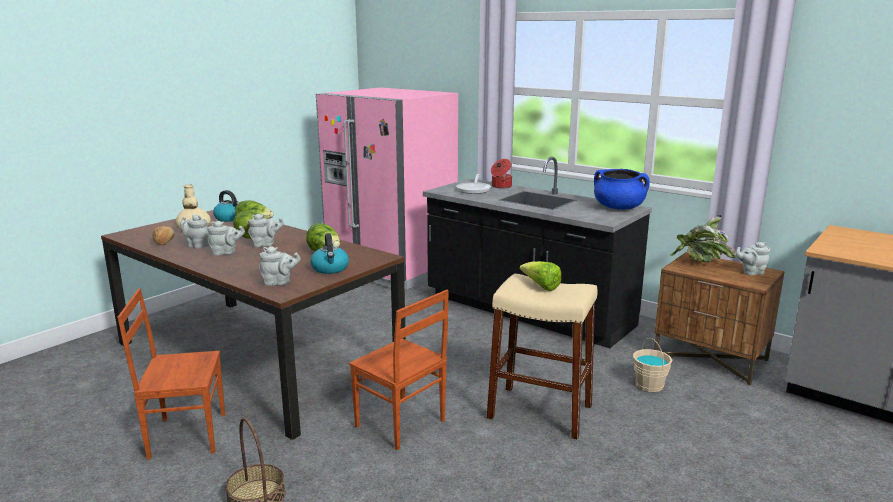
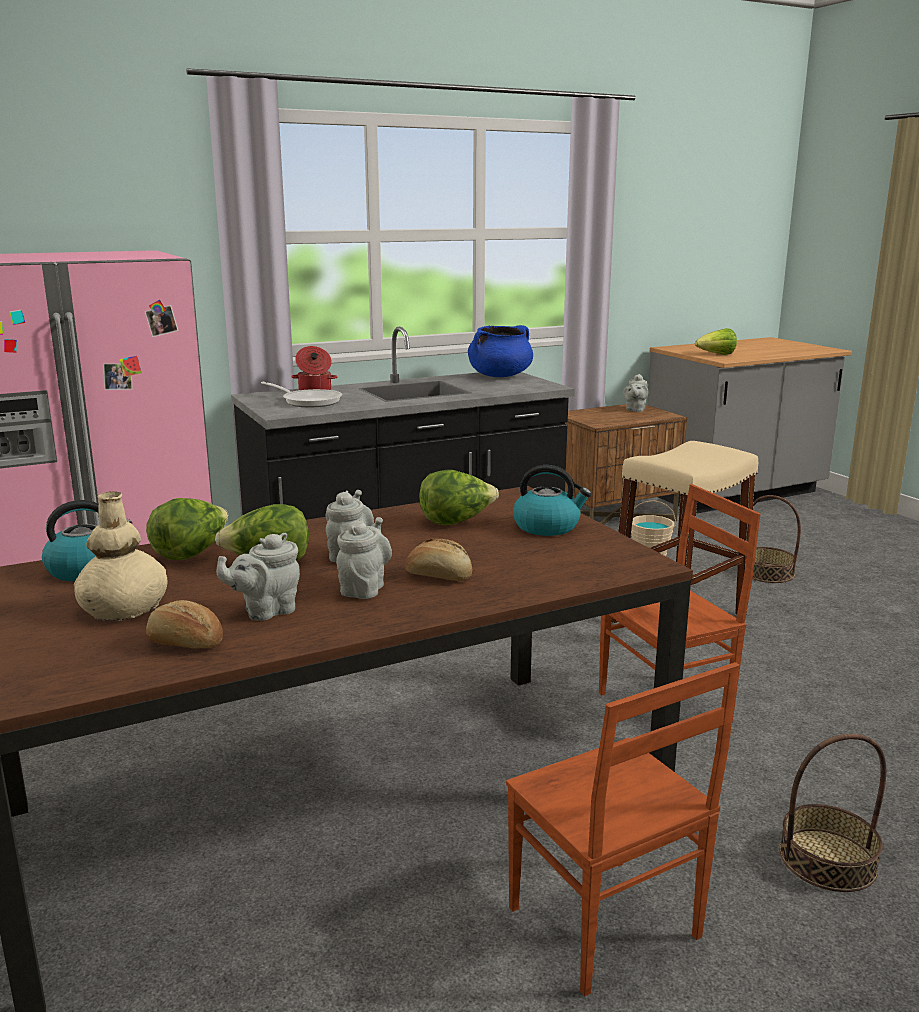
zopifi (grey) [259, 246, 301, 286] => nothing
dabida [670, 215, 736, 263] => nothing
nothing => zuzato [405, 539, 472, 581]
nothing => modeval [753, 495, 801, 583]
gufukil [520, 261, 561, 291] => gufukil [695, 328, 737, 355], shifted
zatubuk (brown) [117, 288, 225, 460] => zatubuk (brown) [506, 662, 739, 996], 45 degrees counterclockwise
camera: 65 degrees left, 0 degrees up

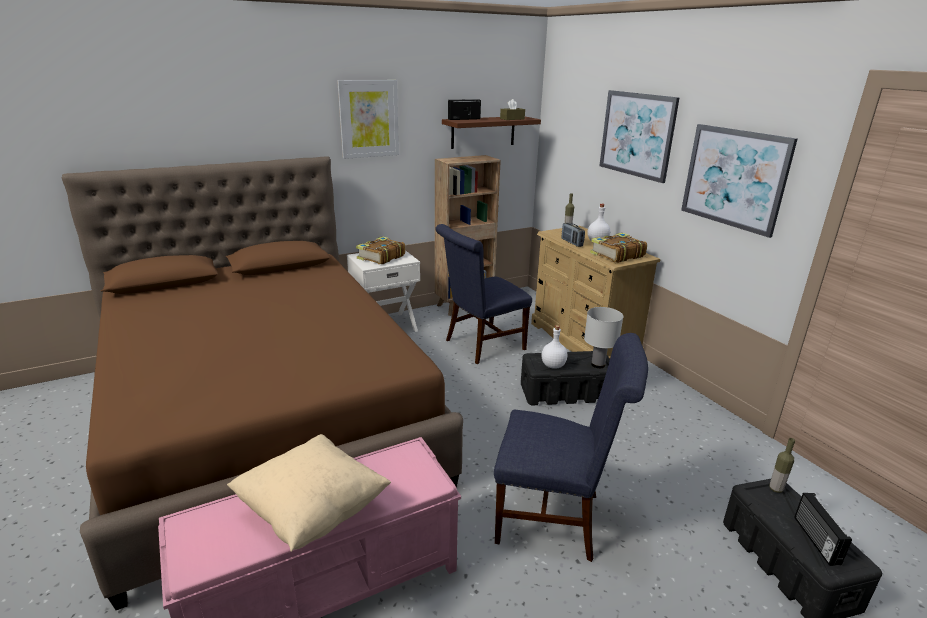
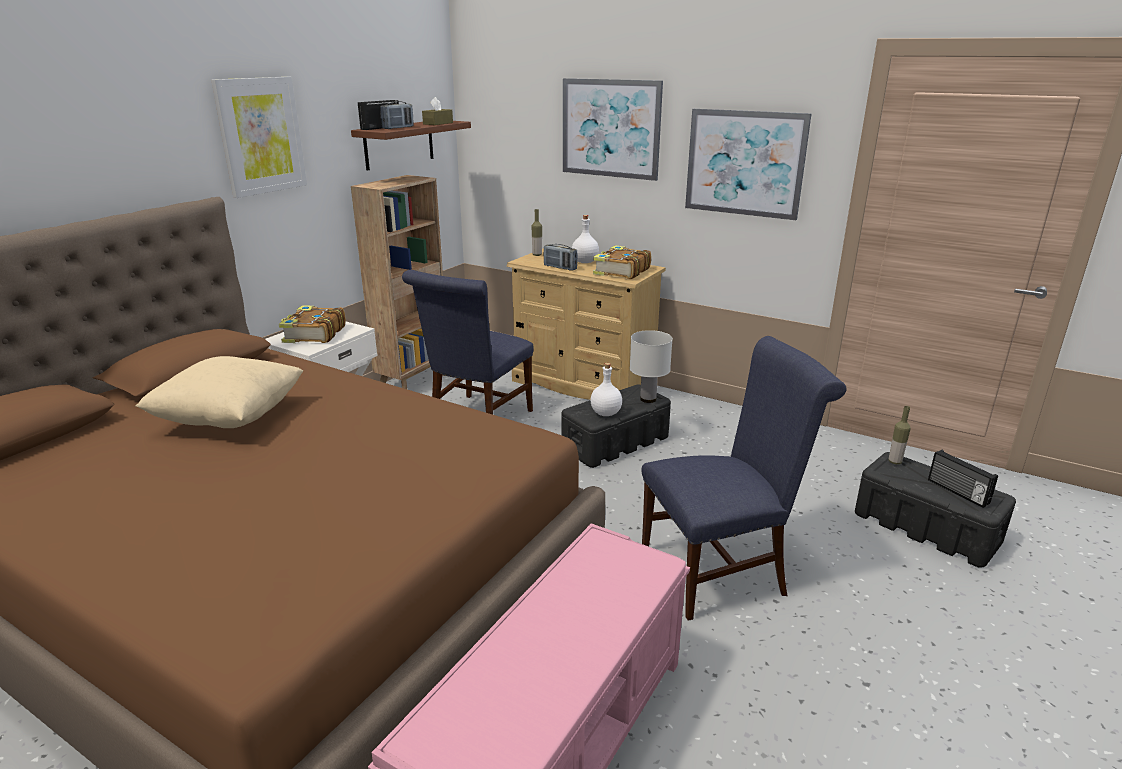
nothing => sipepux [380, 101, 414, 129]
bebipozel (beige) [227, 434, 391, 552] => bebipozel (beige) [135, 356, 304, 428], shifted
camera: 30 degrees left, 0 degrees up

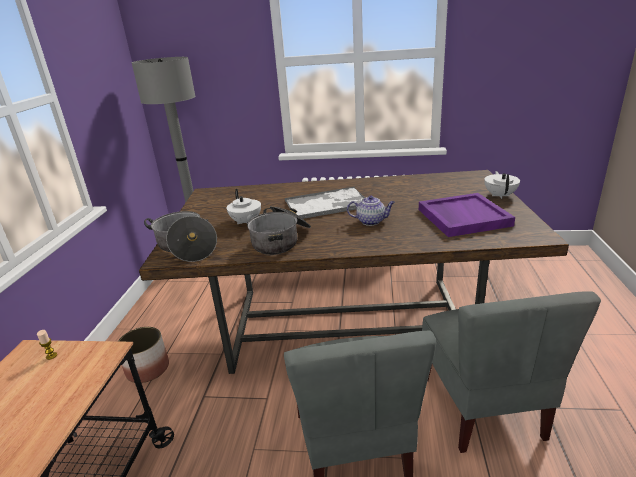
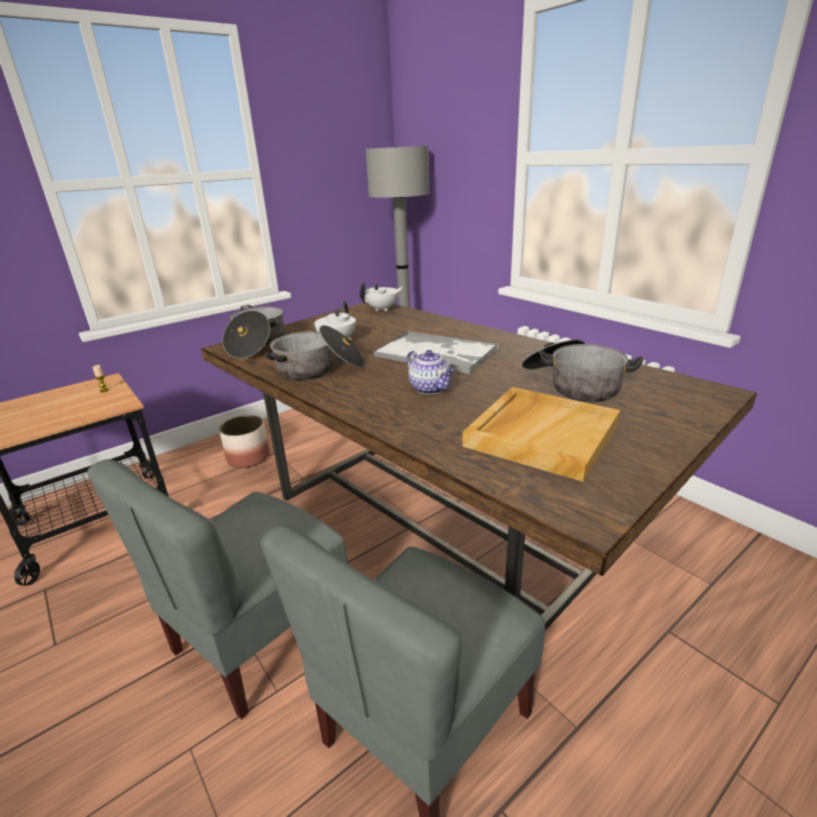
nothing => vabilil [522, 339, 644, 402]
zopifi (white) [484, 171, 520, 199] => zopifi (white) [360, 282, 403, 311], shifted
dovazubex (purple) [419, 193, 515, 237] => dovazubex (beige) [462, 387, 620, 482]
camera: 45 degrees right, 0 degrees up

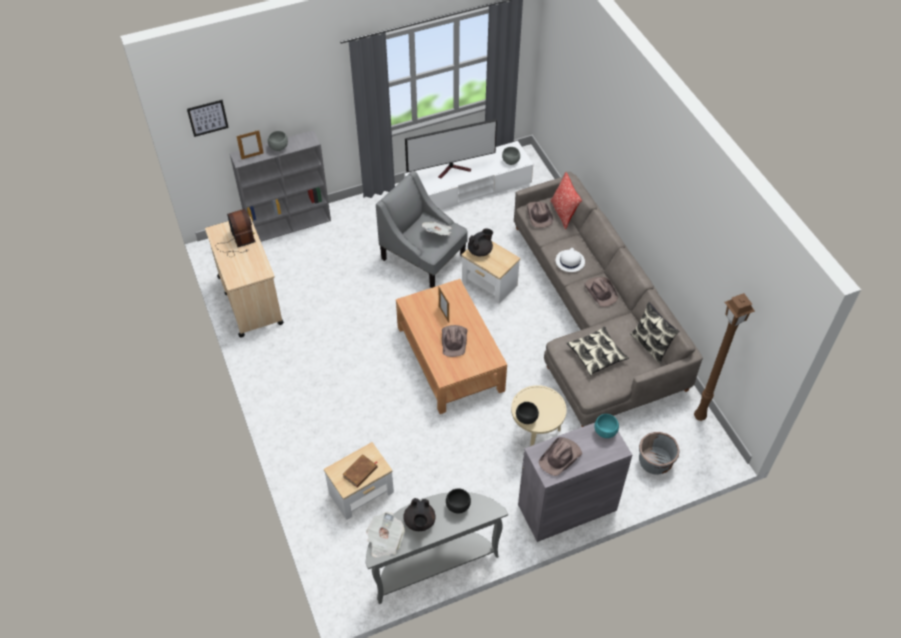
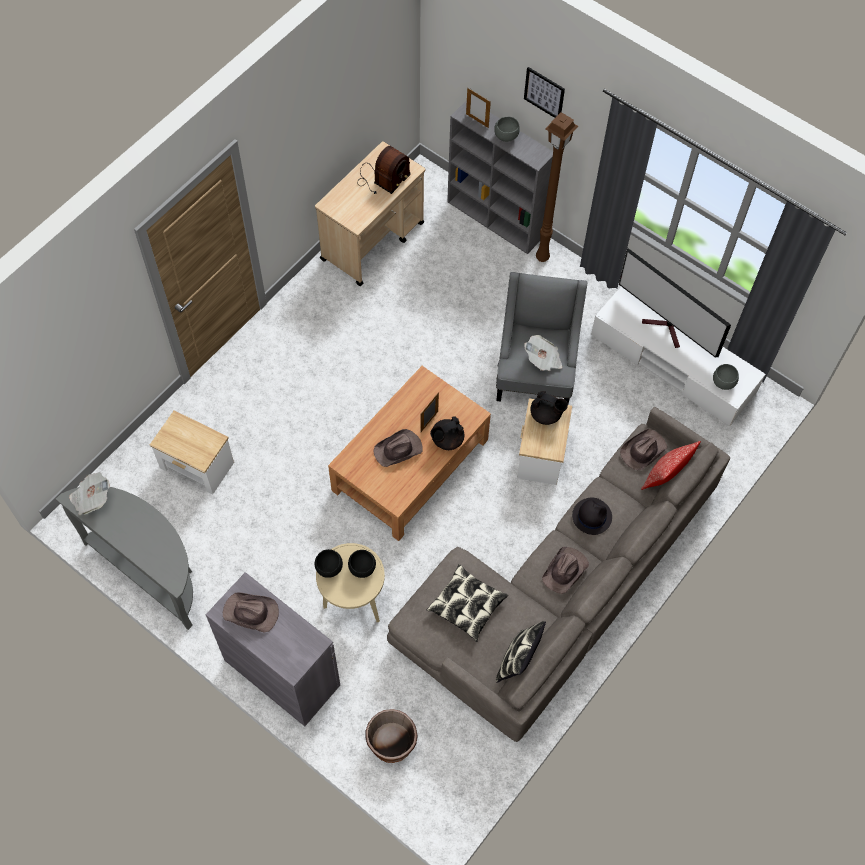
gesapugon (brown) [343, 454, 377, 488] => nothing
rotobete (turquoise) [594, 414, 619, 438] => nothing
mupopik [187, 100, 229, 137] => mupopik [524, 67, 565, 118], shifted
zopifi (black) [403, 498, 435, 531] => zopifi (black) [430, 416, 464, 450], shifted
rotobete (black) [446, 488, 471, 514] => rotobete (black) [348, 550, 376, 578], shifted
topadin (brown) [694, 293, 755, 421] => topadin (brown) [536, 112, 578, 262], shifted
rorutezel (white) [556, 248, 585, 272] => rorutezel (black) [572, 497, 612, 535]
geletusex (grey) [639, 432, 680, 475] => geletusex (brown) [366, 709, 418, 763]
camera: 60 degrees right, 10 degrees up

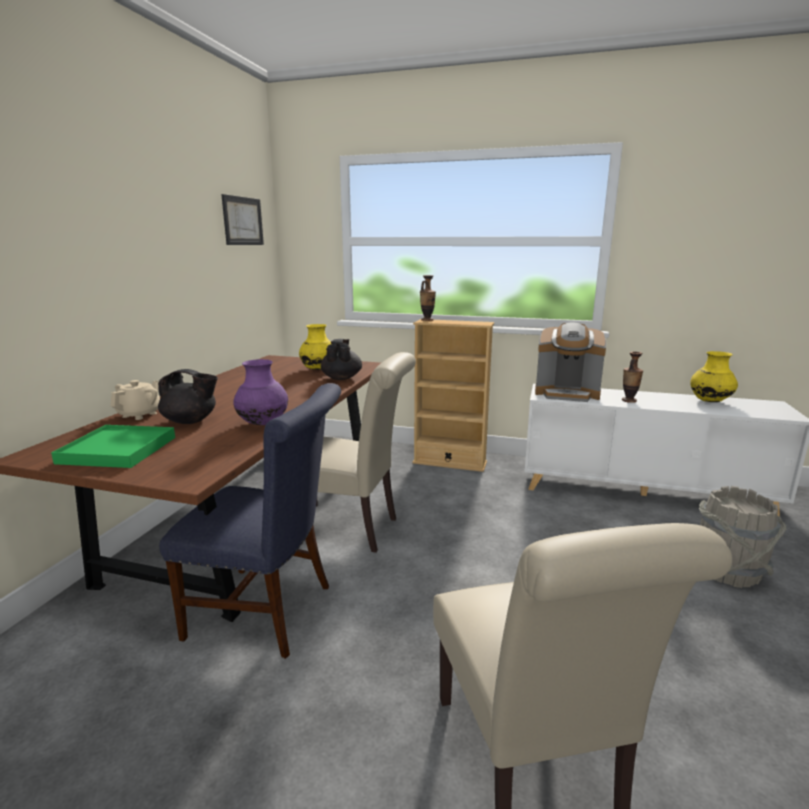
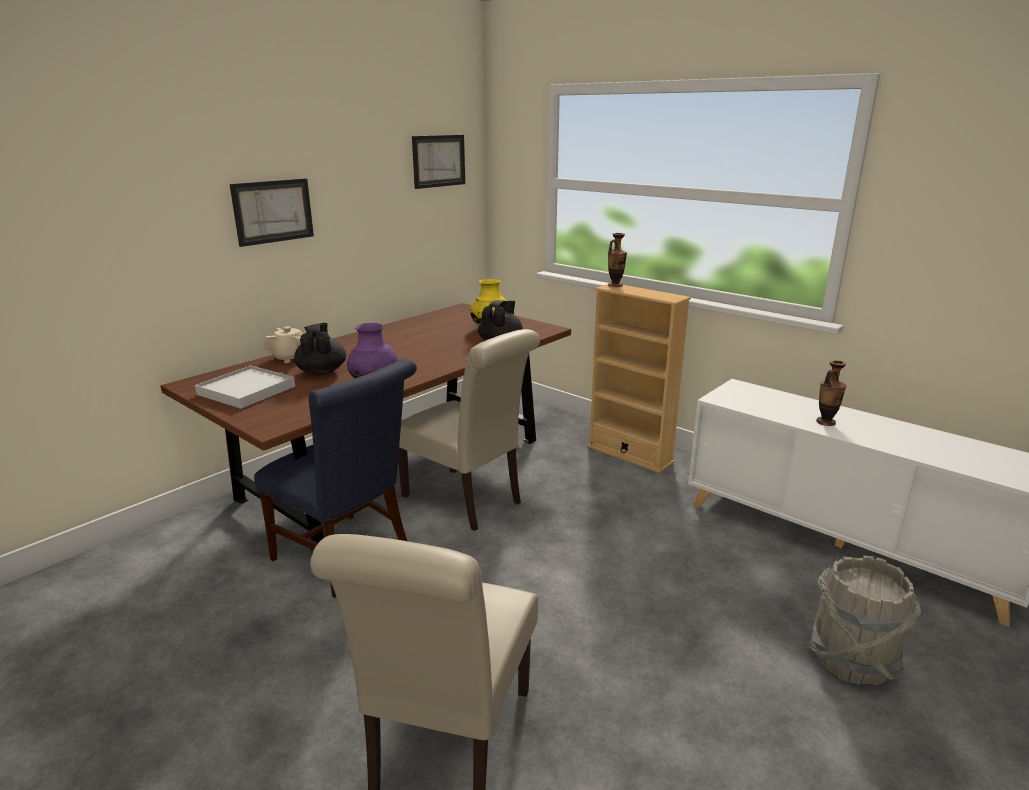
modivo [535, 323, 606, 402] => nothing
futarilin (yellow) [690, 351, 738, 402] => nothing
nothing => mupopik [230, 178, 314, 247]
dovazubex (green) [51, 425, 175, 468] => dovazubex (white) [195, 366, 295, 409]
zopifi (black) [158, 369, 218, 424] => zopifi (black) [294, 323, 346, 375], 135 degrees counterclockwise
camera: 25 degrees right, 5 degrees up

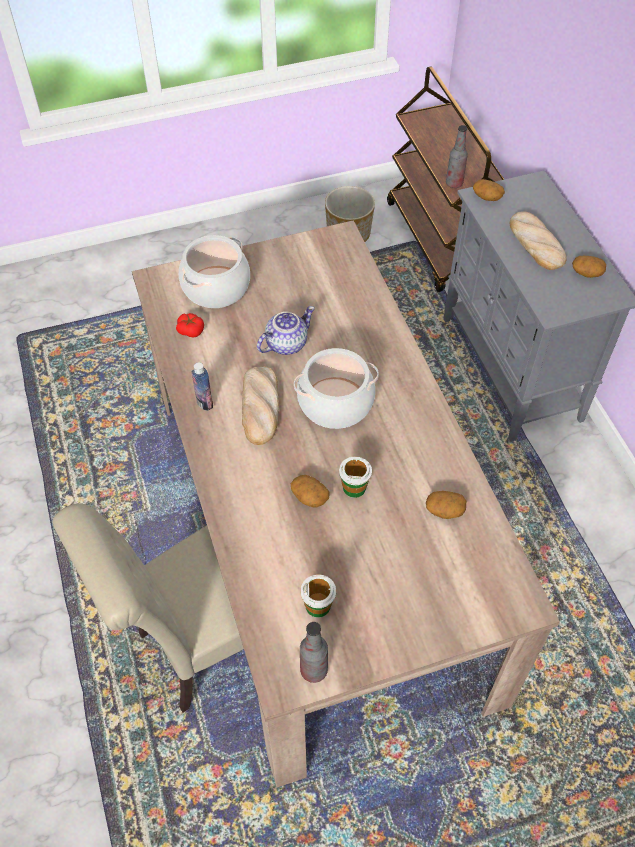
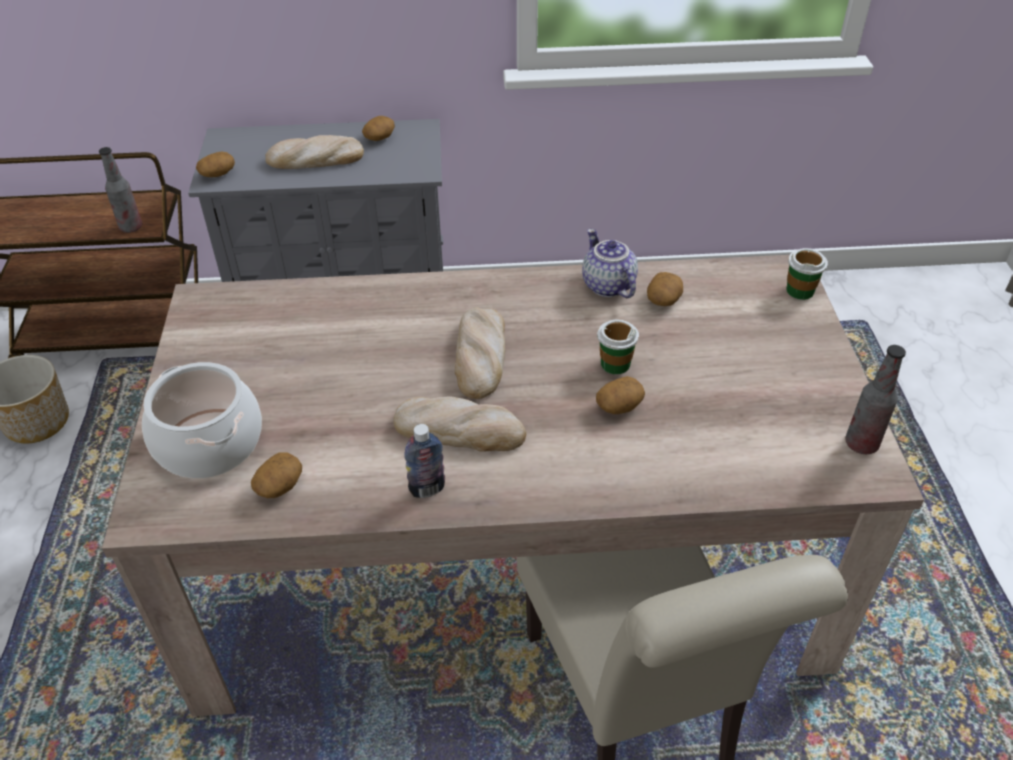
zopifi [257, 306, 315, 355] => zopifi [582, 229, 638, 298], shifted
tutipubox [300, 574, 336, 618] => tutipubox [786, 248, 828, 300], shifted
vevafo [176, 313, 204, 338] => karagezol [251, 453, 302, 498]
vabilil [294, 348, 379, 429] => zuzato [455, 307, 505, 399]
camera: 75 degrees left, 10 degrees down

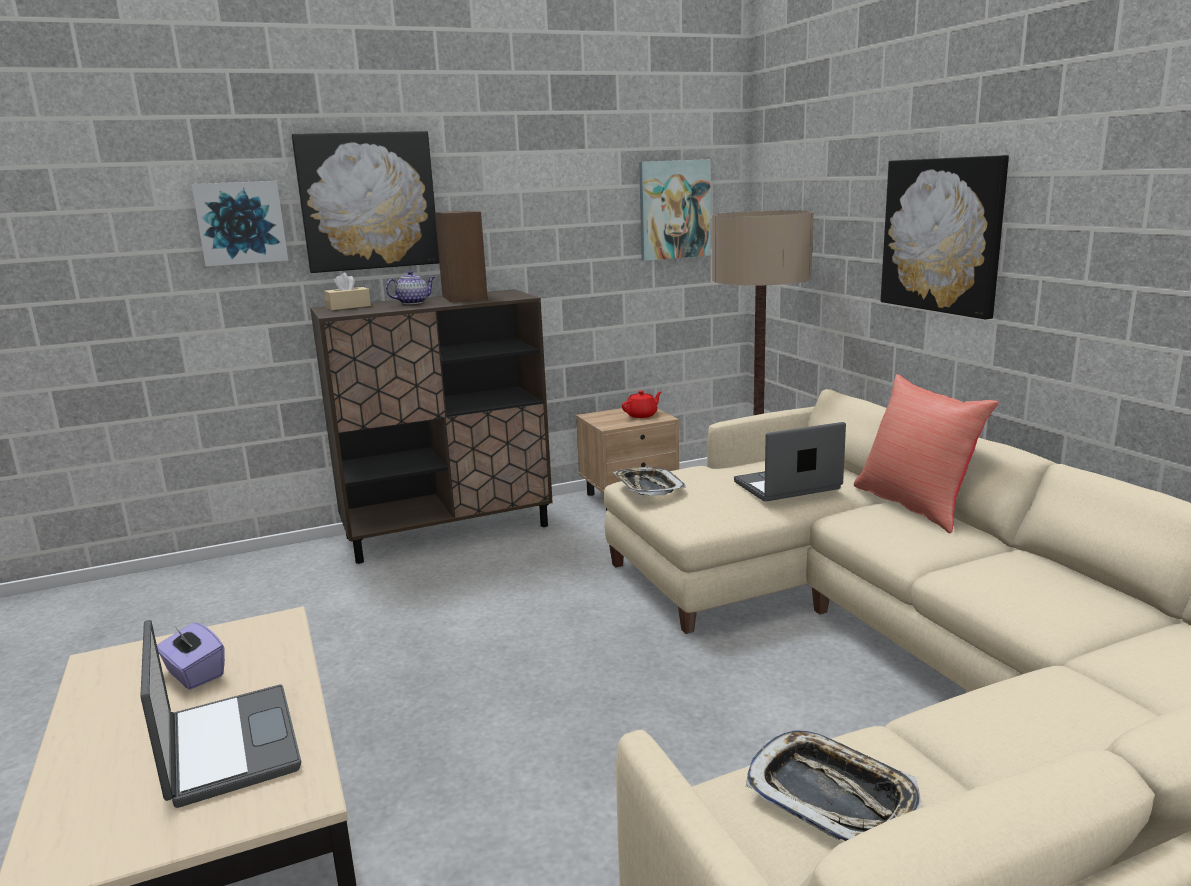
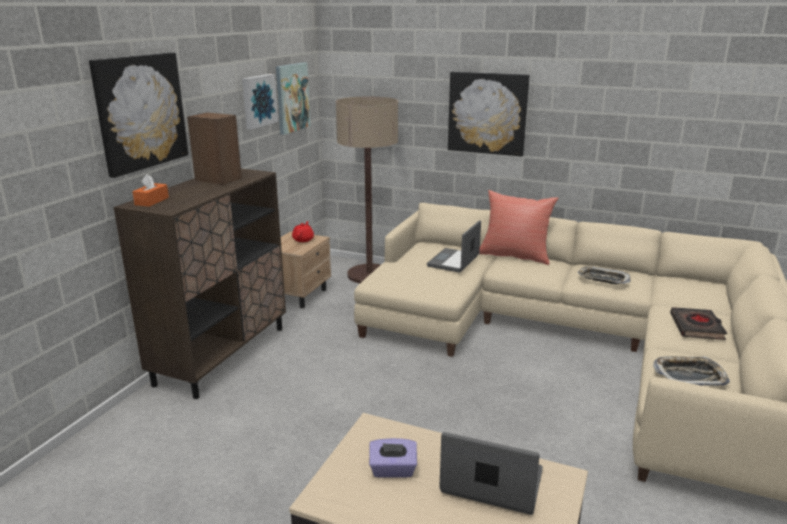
zopifi [386, 271, 435, 304] => nothing
nothing => gesapugon (black) [670, 307, 727, 340]
mupopik [191, 181, 288, 266] => mupopik [242, 74, 278, 129], shifted
dovazubex [614, 467, 686, 496] => dovazubex [578, 266, 631, 284], shifted
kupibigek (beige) [324, 273, 371, 310] => kupibigek (orange) [132, 174, 169, 207]
camera: 45 degrees left, 5 degrees up

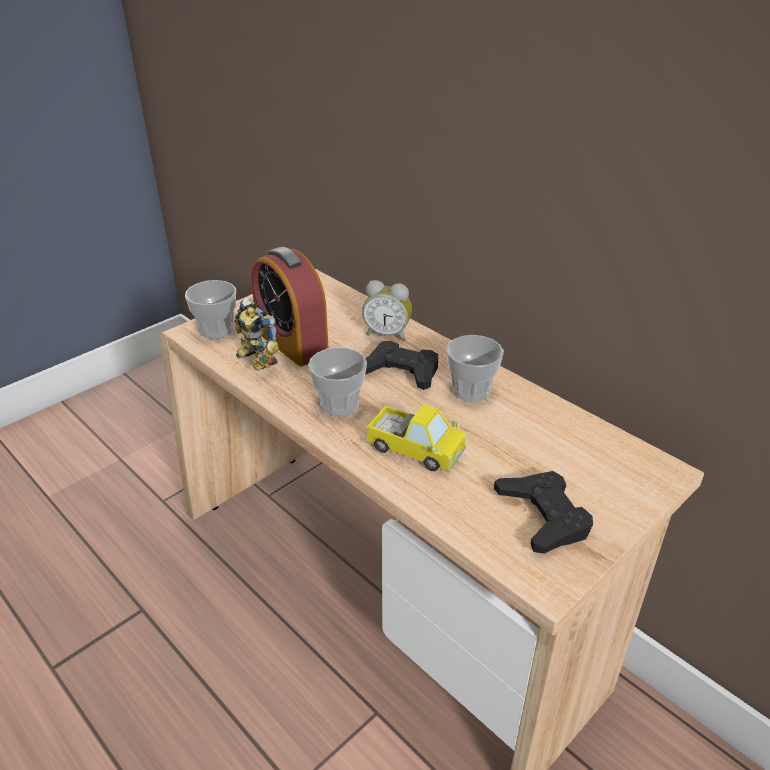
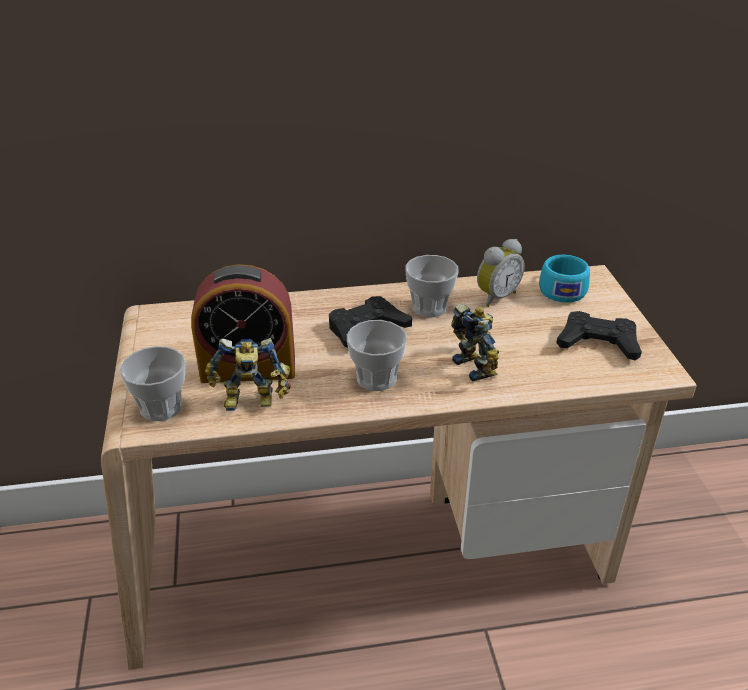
nothing => tutipubox (turquoise) [539, 255, 590, 303]
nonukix [362, 280, 412, 341] => nonukix [477, 239, 525, 307], shifted
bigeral [365, 404, 467, 473] => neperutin [451, 304, 499, 382]
camera: 55 degrees left, 0 degrees up

